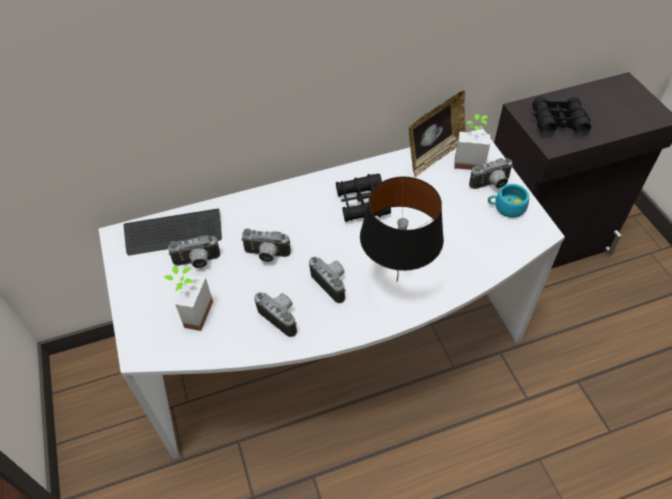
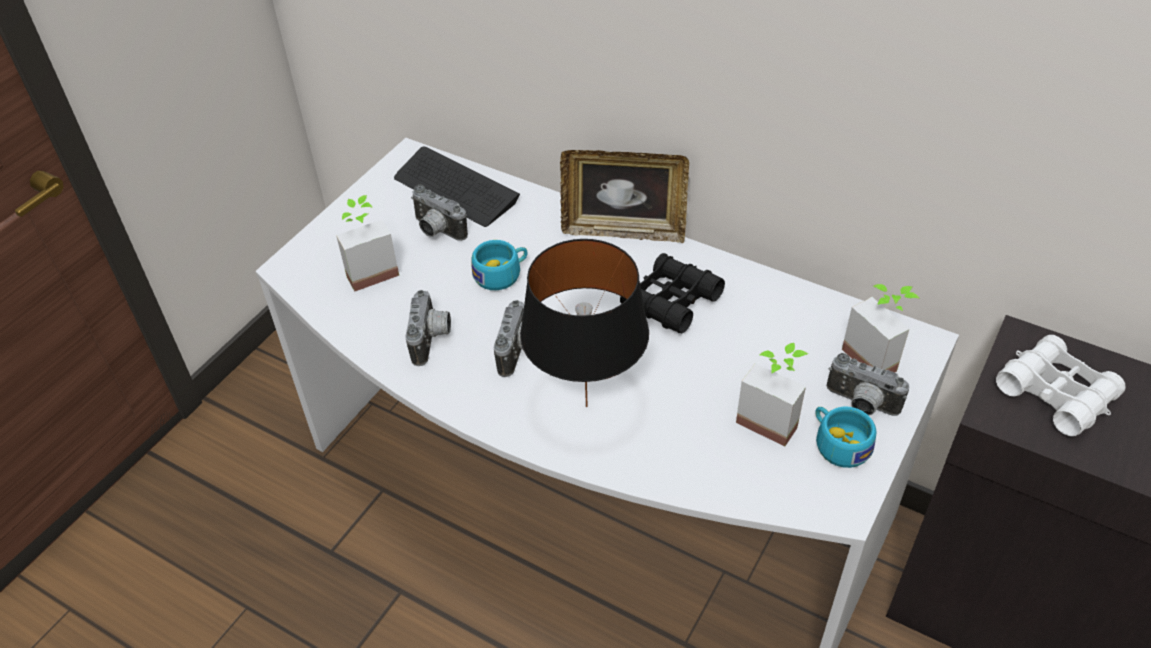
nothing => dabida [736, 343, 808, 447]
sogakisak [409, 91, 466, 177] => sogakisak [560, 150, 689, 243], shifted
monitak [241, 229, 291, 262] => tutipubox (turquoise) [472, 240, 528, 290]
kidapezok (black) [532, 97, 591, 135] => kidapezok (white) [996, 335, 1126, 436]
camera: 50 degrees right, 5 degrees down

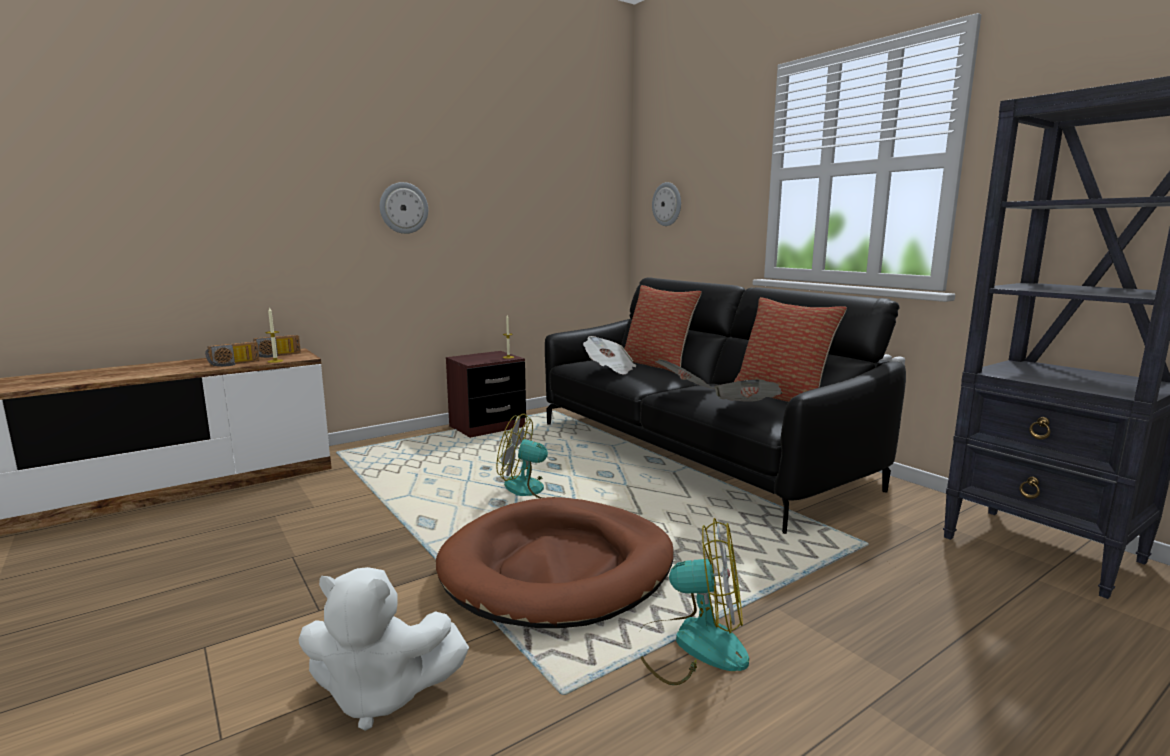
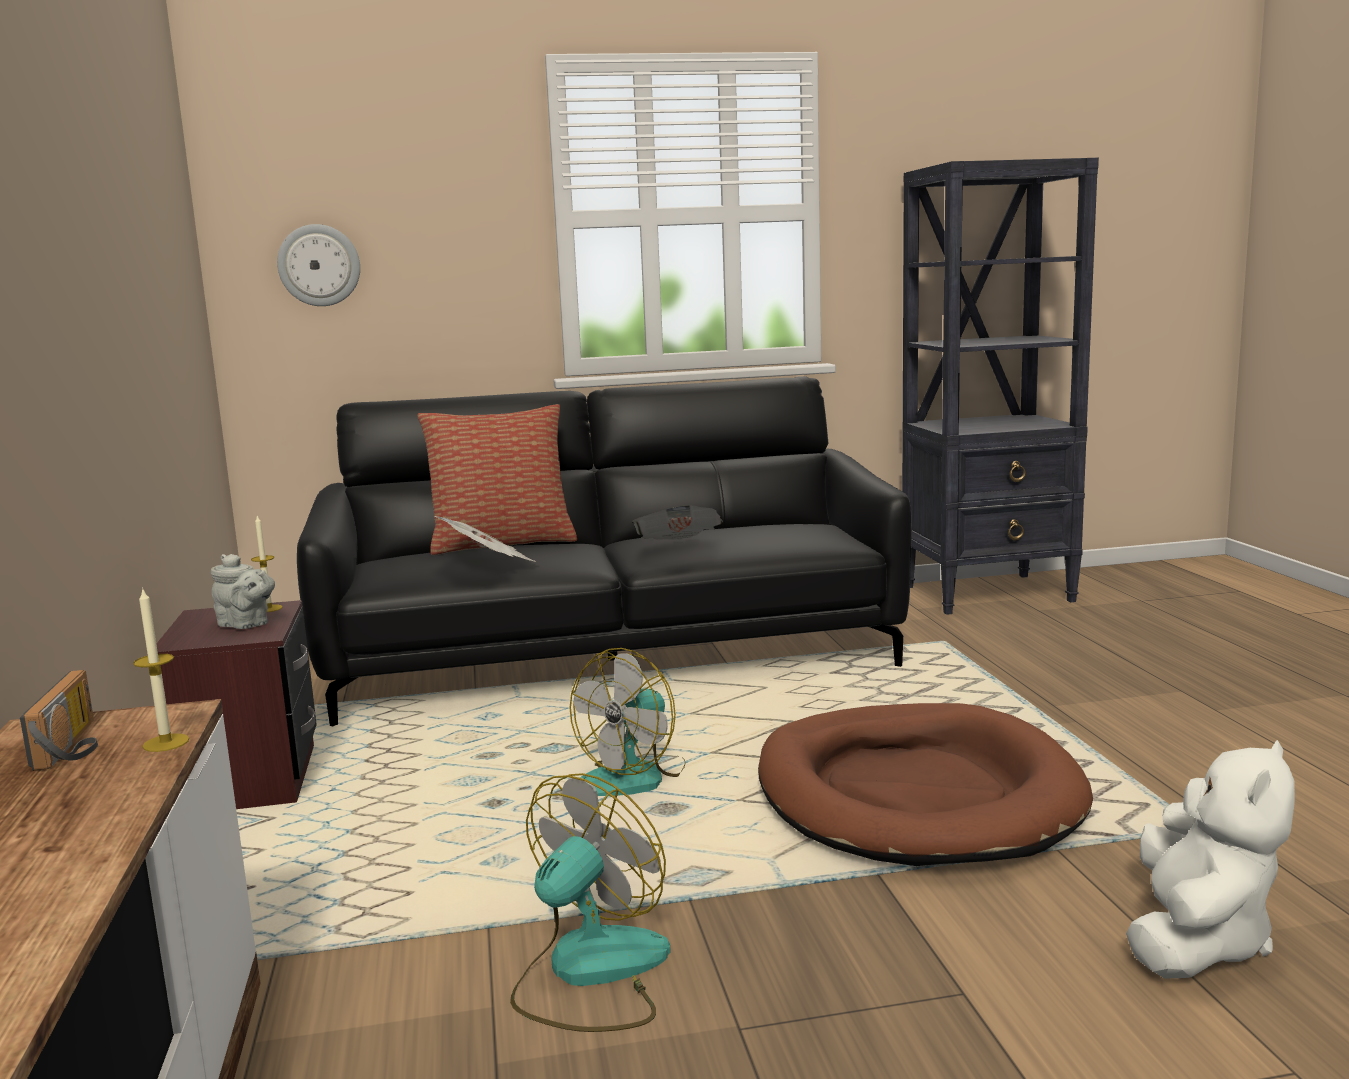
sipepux [205, 341, 260, 367] => nothing
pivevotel [380, 182, 428, 234] => nothing
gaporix [714, 379, 782, 402] => nothing
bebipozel [734, 297, 847, 402] => nothing
nothing => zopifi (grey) [211, 554, 275, 629]
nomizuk [640, 518, 749, 685] => nomizuk [510, 773, 670, 1032], shifted
camera: 65 degrees left, 0 degrees up

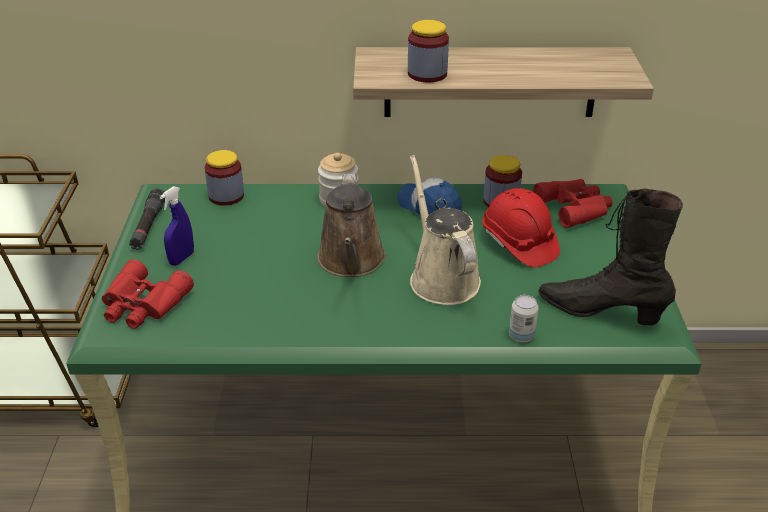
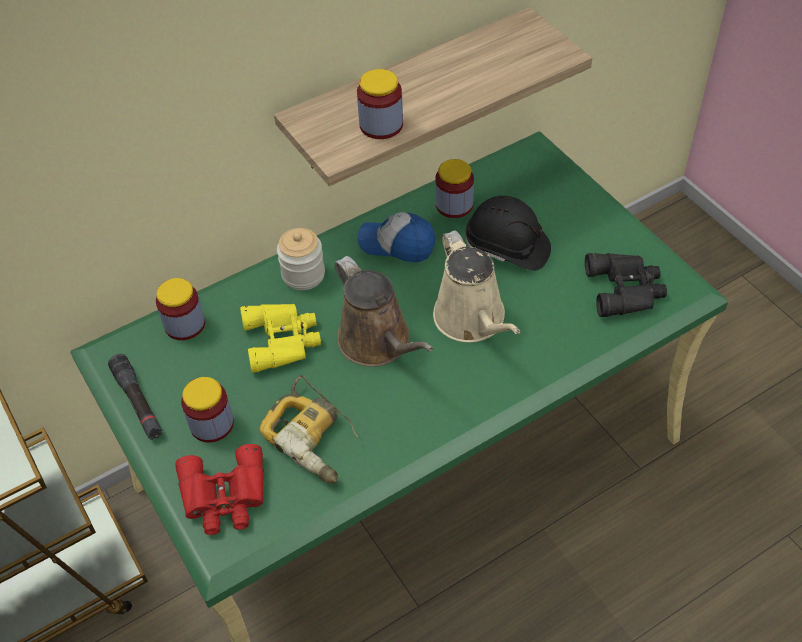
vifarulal [509, 295, 539, 342] => nothing
kidapezok (red) [533, 179, 613, 228] => nothing
nothing => kidapezok (yellow) [240, 304, 321, 373]
nothing => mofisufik [260, 375, 358, 484]
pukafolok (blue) [160, 186, 194, 266] => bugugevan [181, 377, 234, 442]
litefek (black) [538, 189, 683, 325] => kidapezok (black) [585, 253, 667, 317]
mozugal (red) [482, 188, 560, 267] => mozugal (black) [465, 196, 551, 270]
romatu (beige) [410, 155, 481, 305] => romatu (beige) [433, 230, 520, 342], 150 degrees counterclockwise
camera: 30 degrees left, 15 degrees up

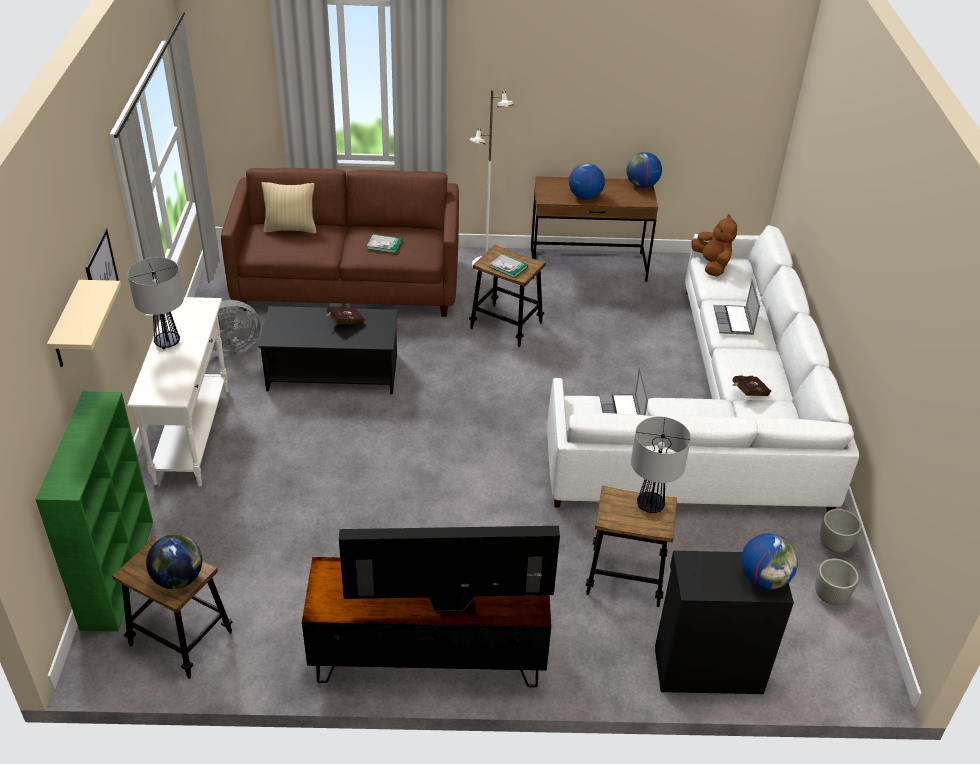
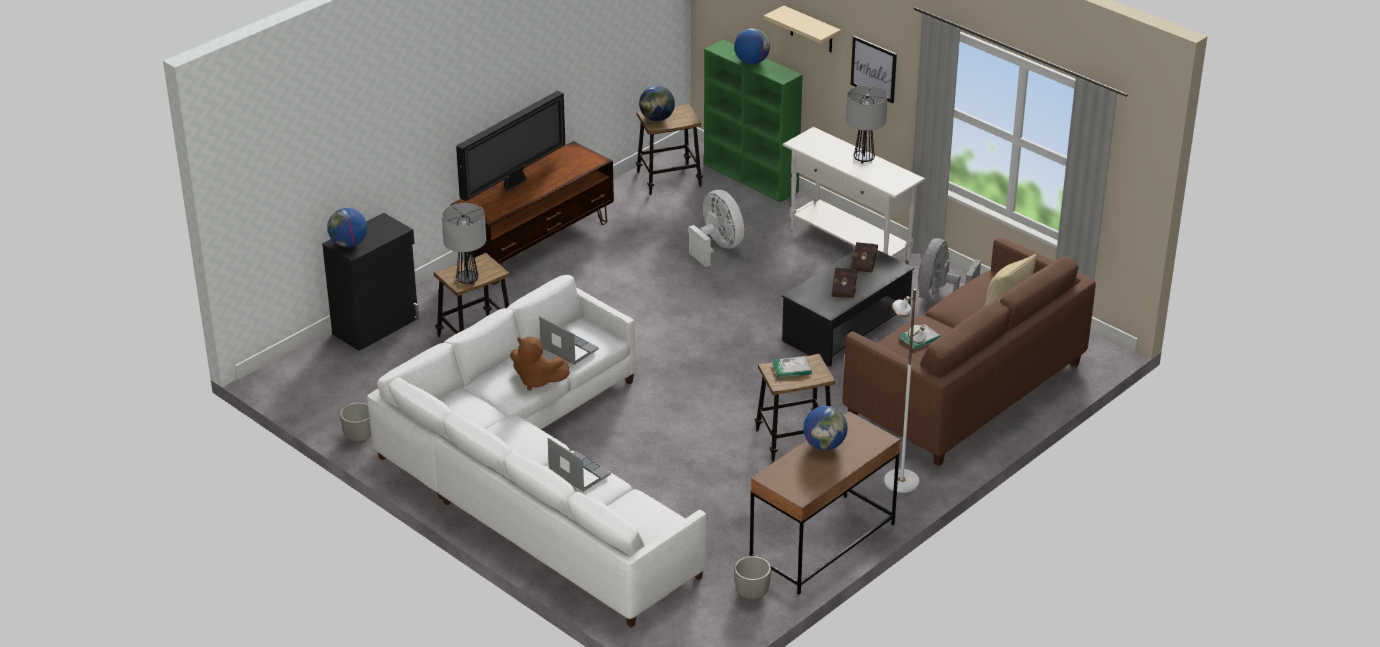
nothing => nomizuk (white) [689, 190, 744, 267]
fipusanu [627, 152, 662, 188] => fipusanu [734, 28, 770, 64], shifted
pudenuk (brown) [691, 214, 737, 277] => pudenuk (brown) [510, 337, 570, 391], shifted
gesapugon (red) [732, 375, 771, 396] => gesapugon (red) [851, 242, 878, 272], shifted
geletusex [815, 558, 859, 605] => geletusex [734, 556, 771, 600], shifted
camera: 135 degrees right, 5 degrees down

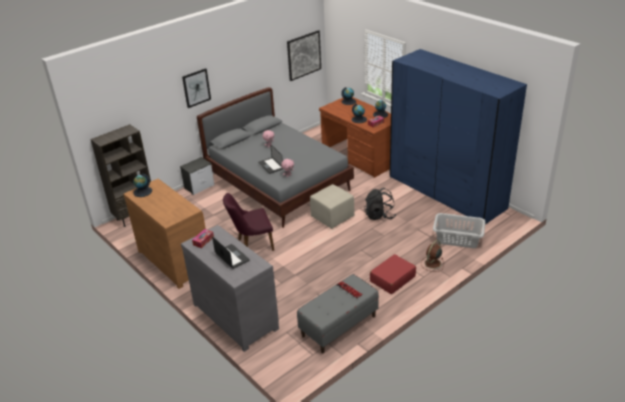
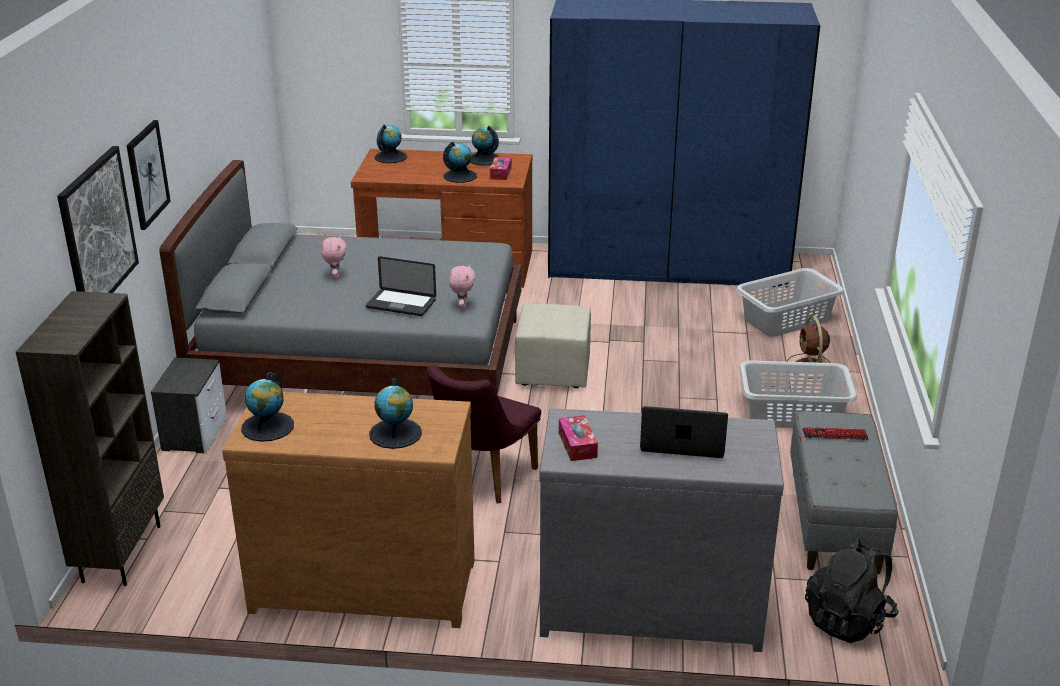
nothing => fipusanu [369, 378, 422, 449]
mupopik [287, 30, 321, 81] => mupopik [57, 146, 139, 293], shifted
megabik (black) [364, 188, 396, 220] => megabik (black) [805, 537, 898, 643], shifted
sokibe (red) [370, 254, 416, 294] => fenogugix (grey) [739, 361, 857, 428]
camera: 45 degrees left, 5 degrees down

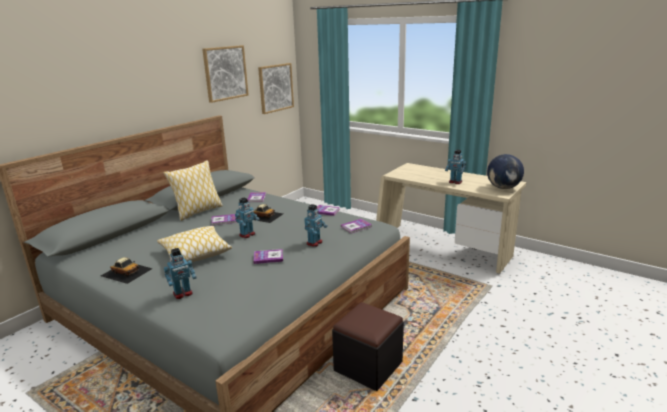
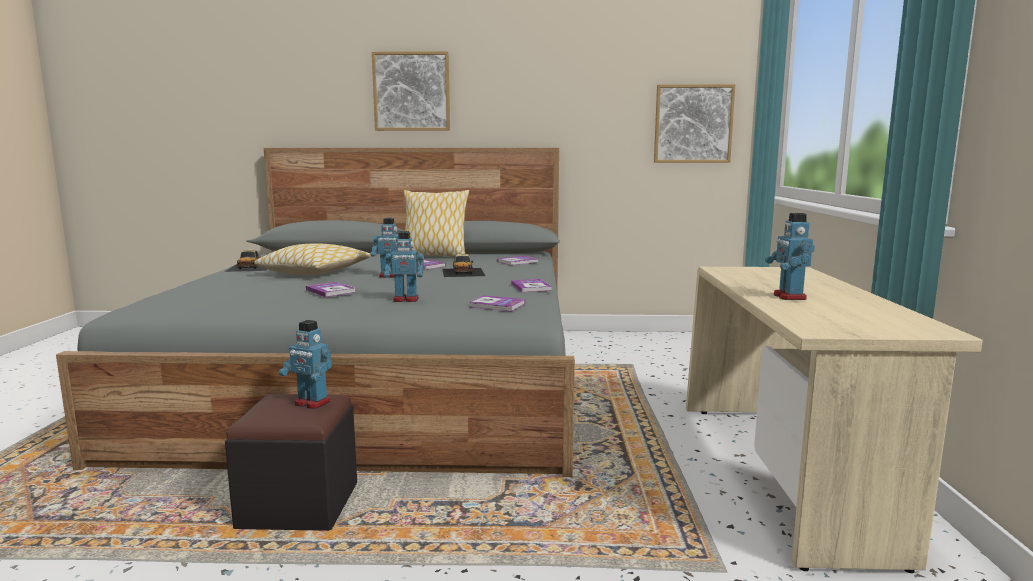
fipusanu [487, 154, 524, 189] => nothing
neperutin [164, 248, 197, 299] => neperutin [279, 320, 332, 409], shifted
mupopik [202, 45, 249, 103] => mupopik [372, 51, 450, 131], shifted
camera: 55 degrees right, 10 degrees down

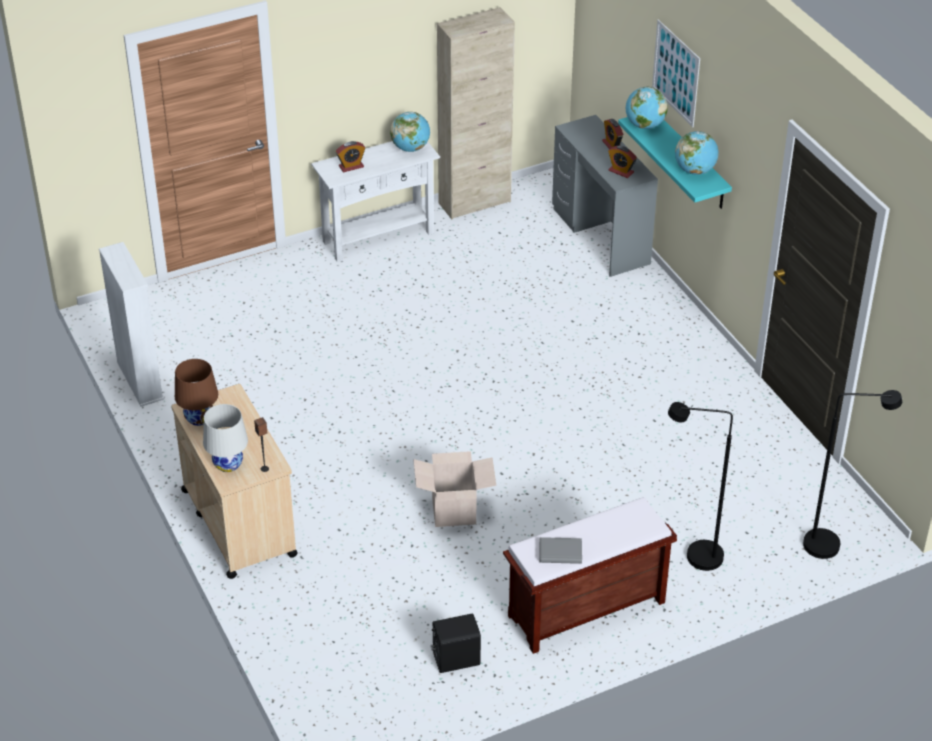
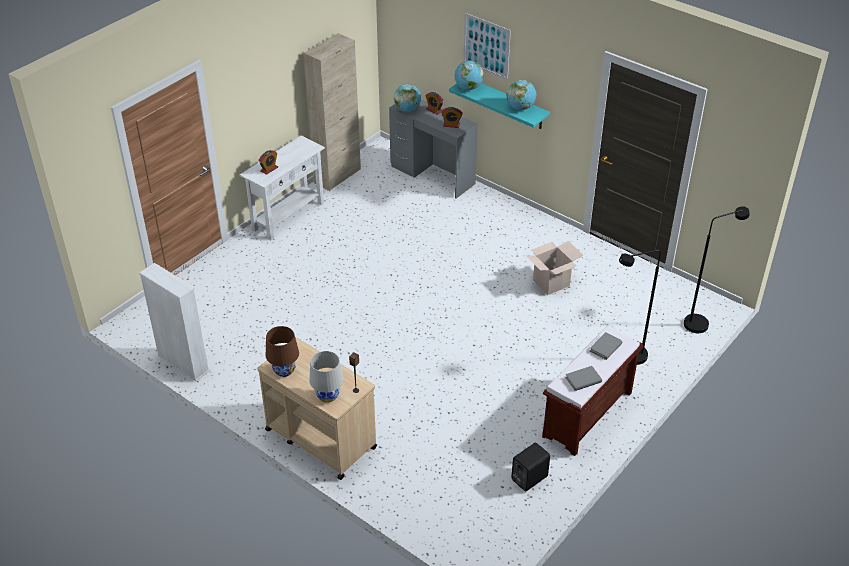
nothing => gesapugon (grey) [590, 332, 622, 360]
fipusanu [390, 112, 430, 152] => fipusanu [394, 84, 421, 112], shifted
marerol [413, 451, 496, 527] => marerol [525, 241, 583, 295], shifted
camera: 25 degrees left, 0 degrees up

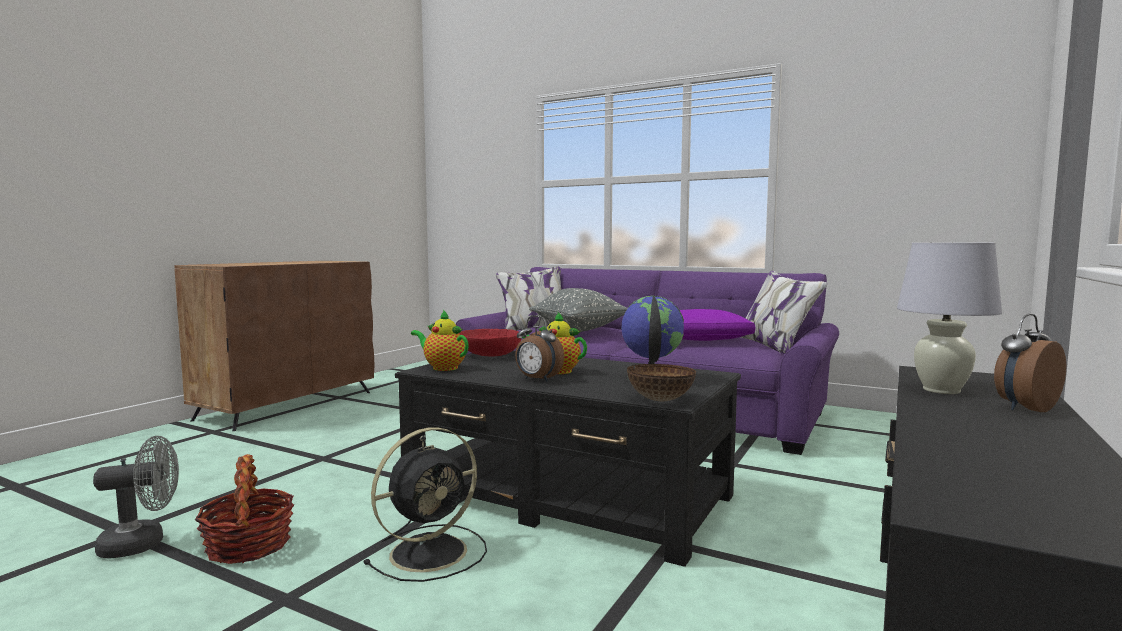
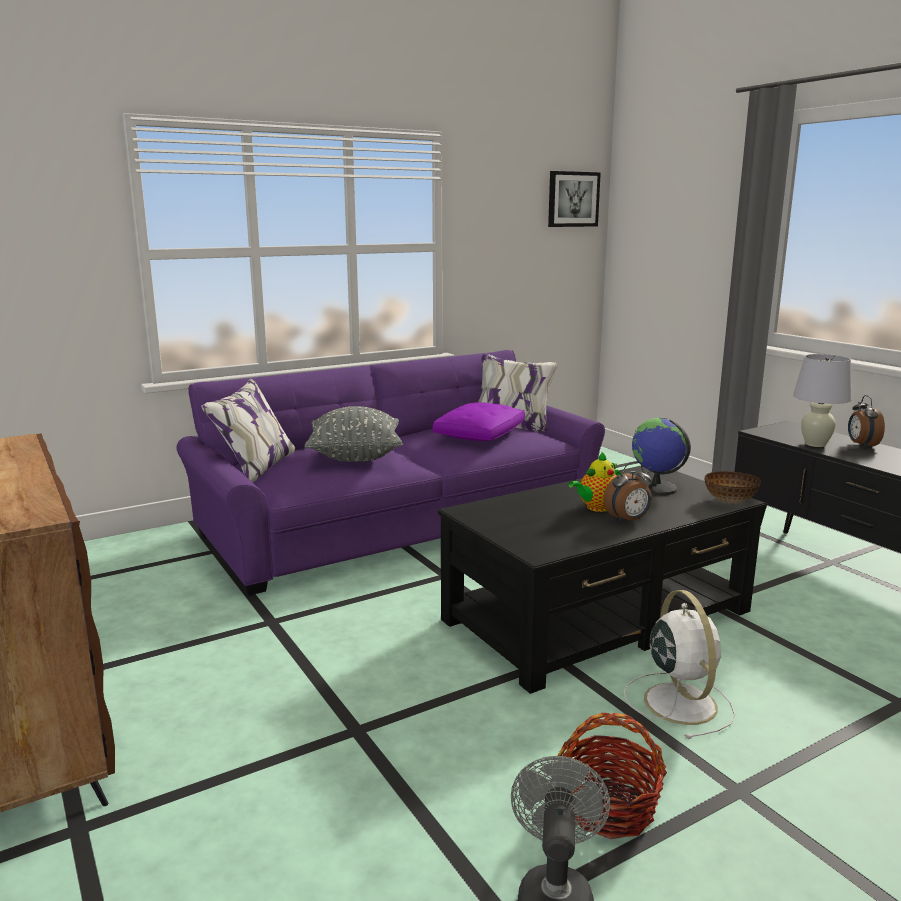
zopifi [411, 310, 469, 371] => nothing
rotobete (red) [459, 329, 522, 357] => nothing
nothing => mupopik [548, 171, 601, 227]
nomizuk (black) [363, 427, 487, 582] => nomizuk (white) [624, 590, 735, 739]
camera: 60 degrees left, 10 degrees up

